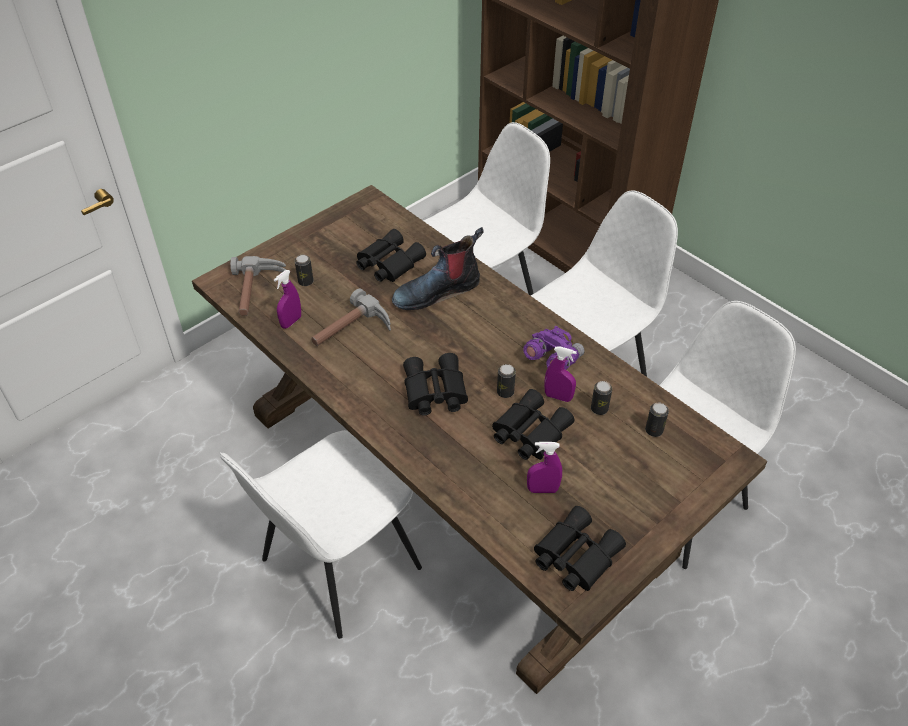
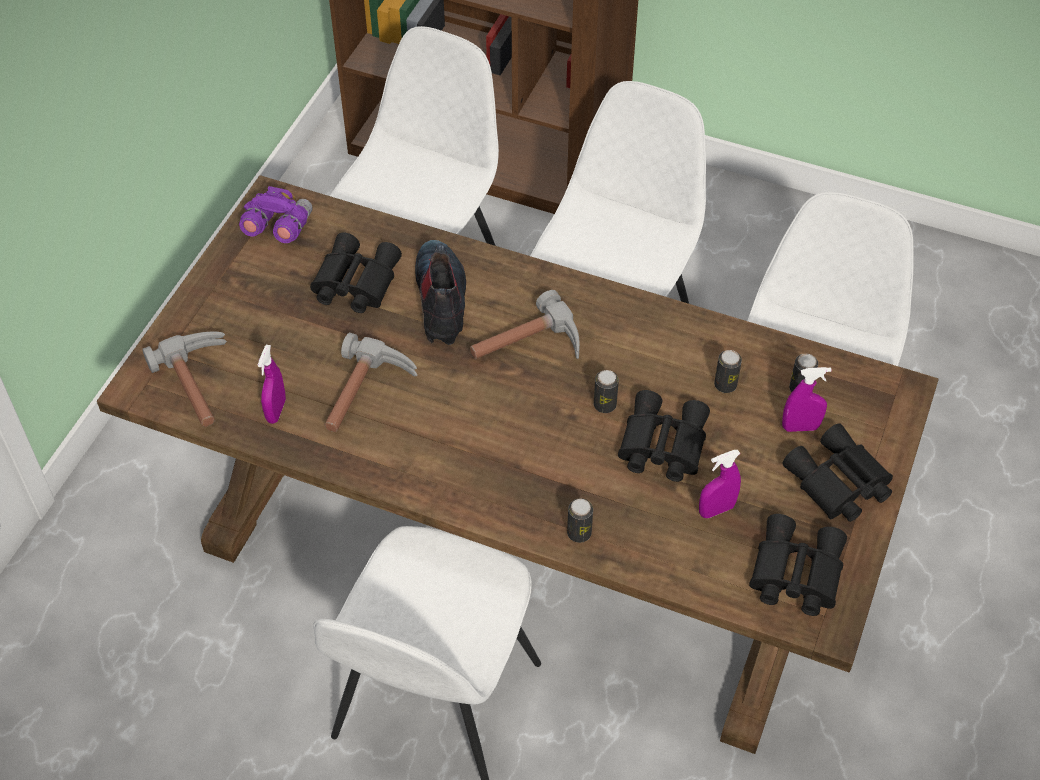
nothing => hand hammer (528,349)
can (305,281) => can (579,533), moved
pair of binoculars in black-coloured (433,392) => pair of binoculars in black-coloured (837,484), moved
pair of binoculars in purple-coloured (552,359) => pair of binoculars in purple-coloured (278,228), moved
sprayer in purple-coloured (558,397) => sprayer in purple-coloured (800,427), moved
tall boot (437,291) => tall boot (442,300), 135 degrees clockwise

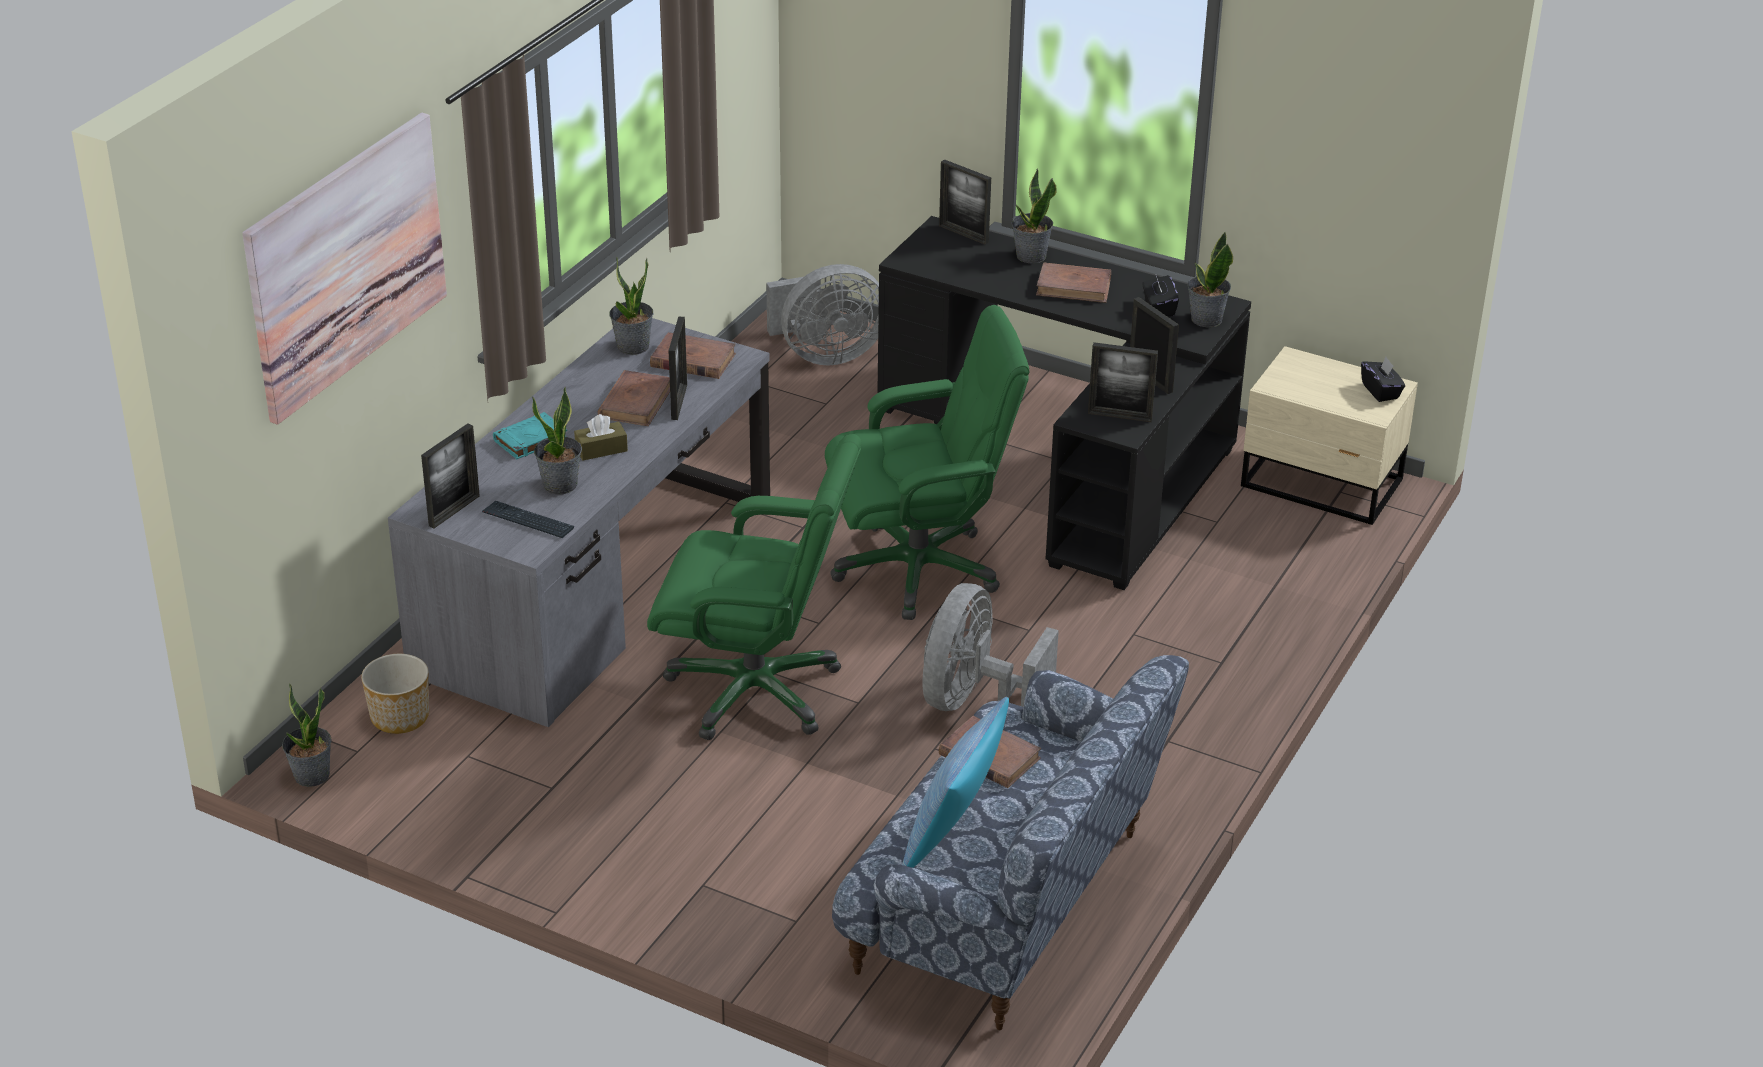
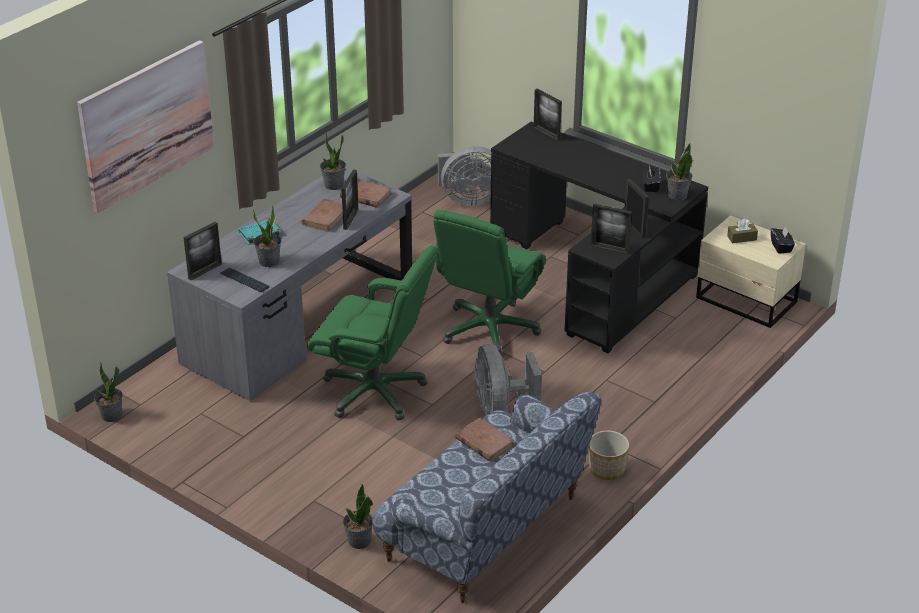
pillow (953,839) => nothing
book in brownish (1074,287) => nothing
flower pot (400,717) => flower pot (607,469), moved
box of tissues in brownish (601,449) => box of tissues in brownish (742,238), moved
plant in a pot (1030,256) => plant in a pot (359,541), moved
office chair in greenish (919,569) => office chair in greenish (489,330), 120 degrees clockwise
electric fan in grey (973,699) => electric fan in grey (500,409), 45 degrees counterclockwise

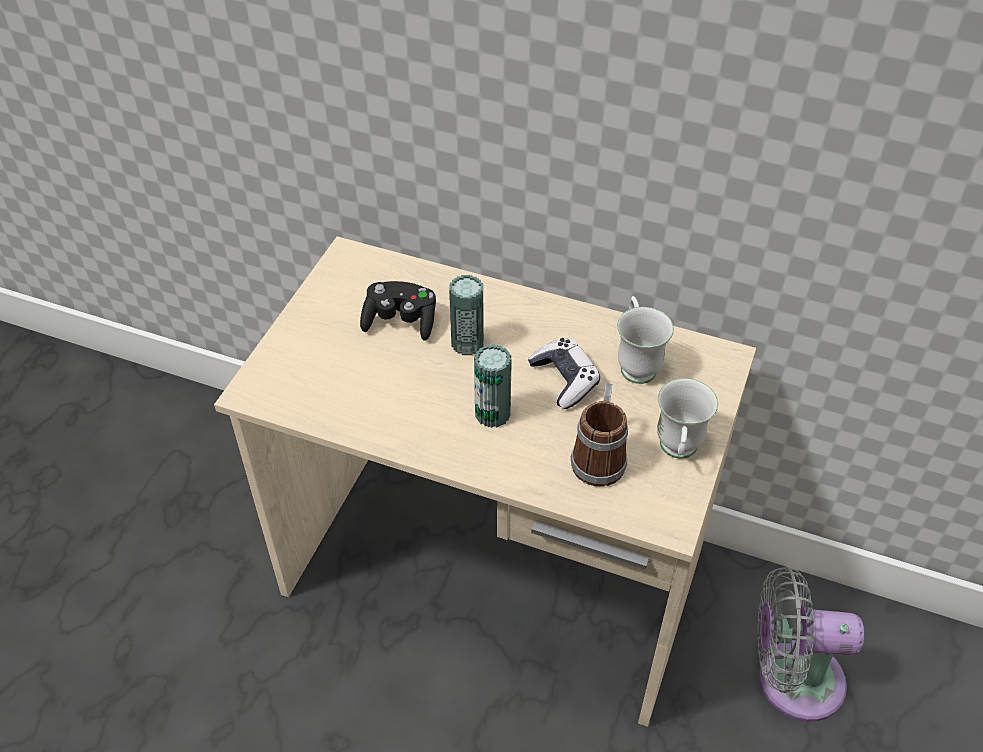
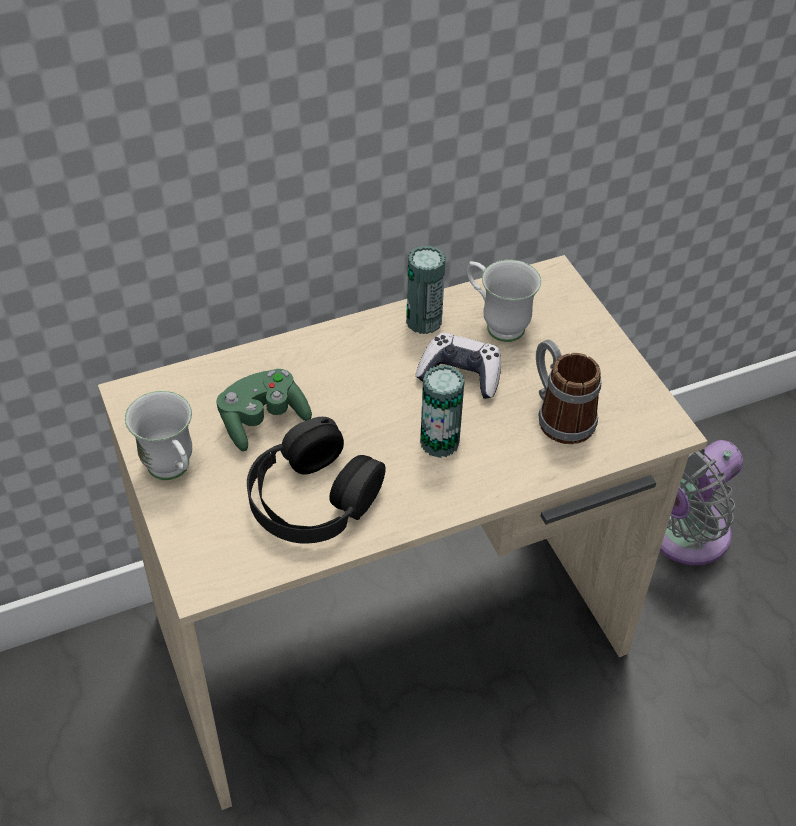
nothing => pair of headphones in black-coloured (312,497)
can (467,343) => can (424,321), moved
coffee mug in white-coloured (677,452) => coffee mug in white-coloured (173,472), moved
gamepad in black-coloured (400,322) => gamepad in greenish (263,420)

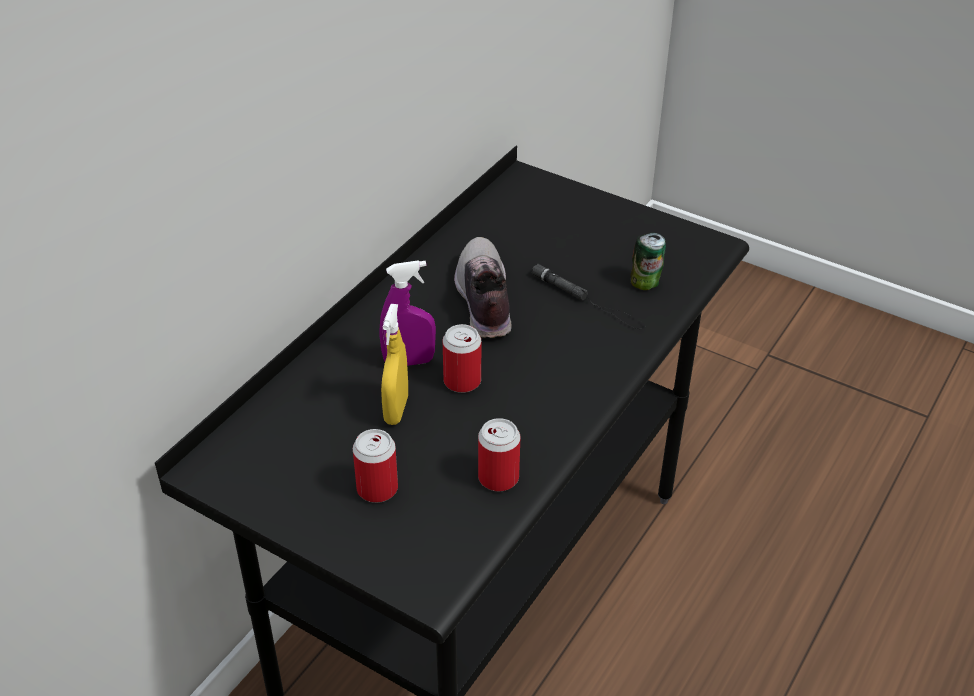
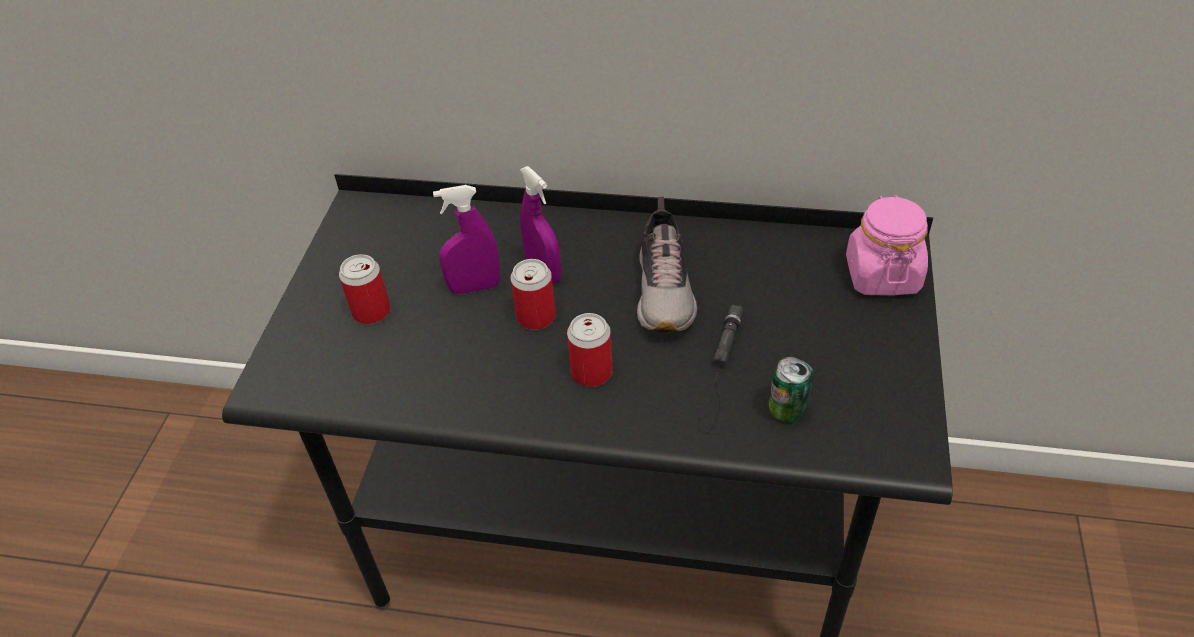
nothing => preserve jar in pinkish (882,274)
can (498,477) => can (591,372), moved
sprayer in yellow (396,410) => sprayer in purple-coloured (474,287)
item of footwear (483,300) => item of footwear (665,290), 120 degrees clockwise

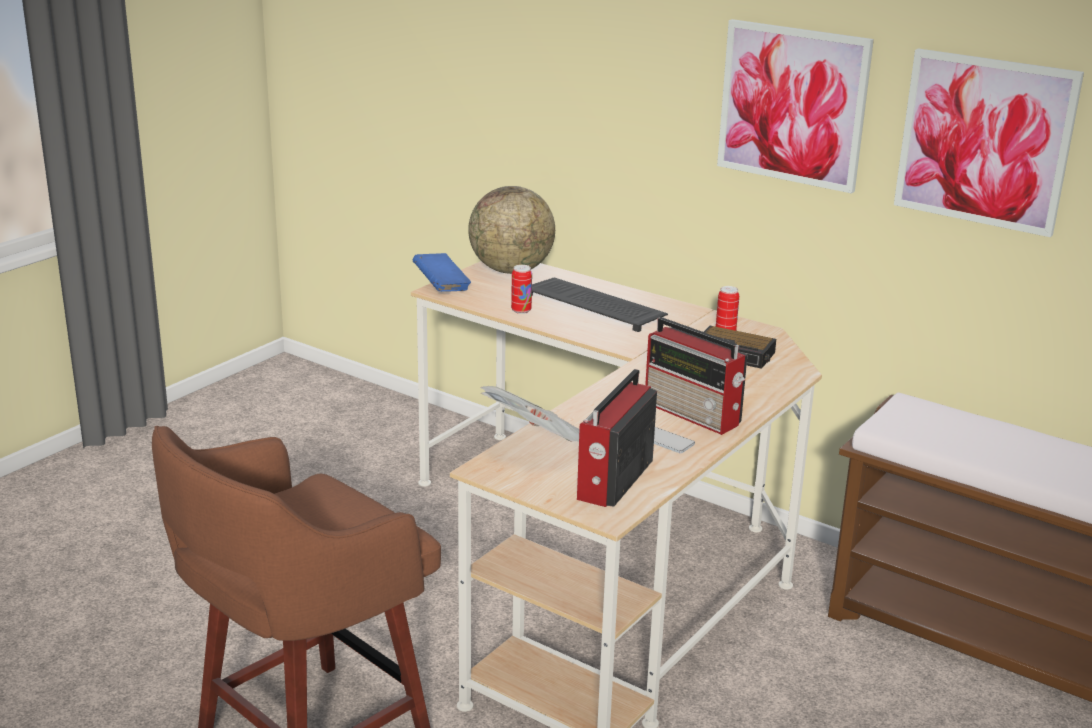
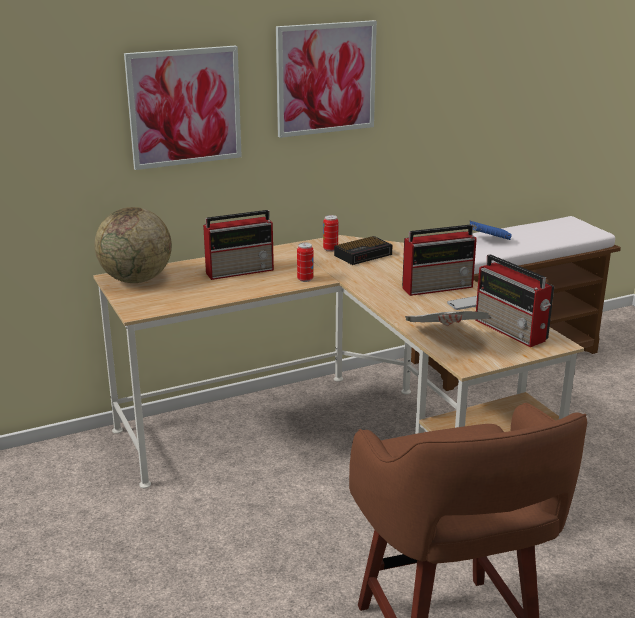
book in blue-coloured (441,286) => book in blue-coloured (488,240), moved
can (521,310) => can (305,279), moved
wall picture (985,141) => wall picture (184,107), moved
PC keyboard (596,306) => radio set (241,271)

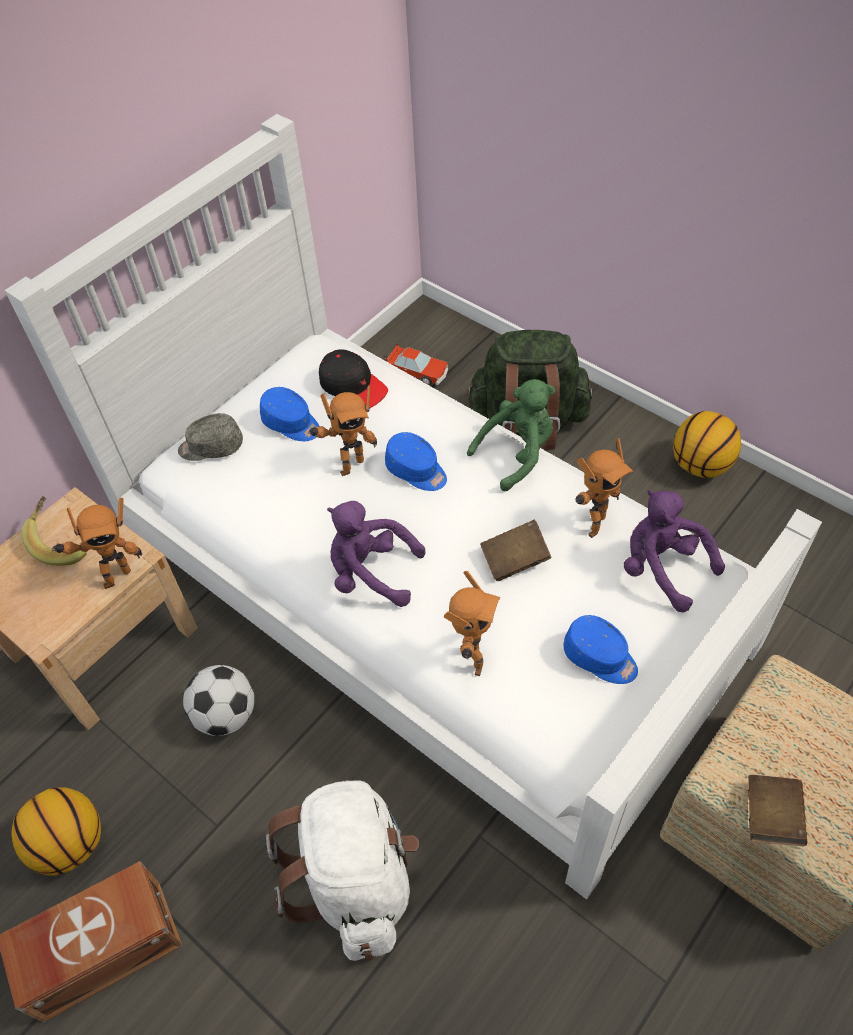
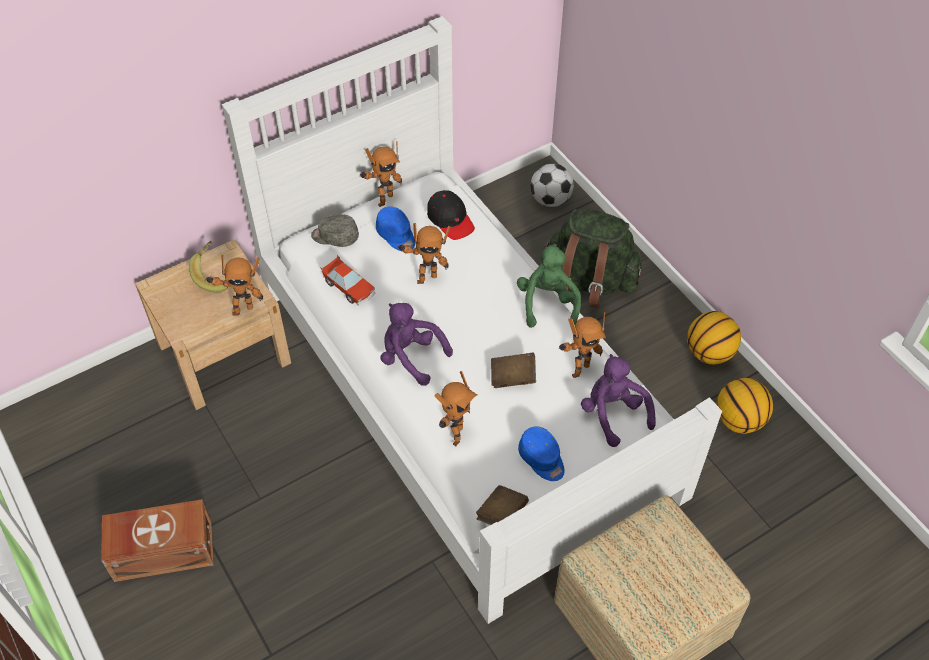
knapsack in white-coloured (356,880) => nothing
peaked cap in blue-coloured (417,471) => nothing
nothing => toy robot (383,199)
ball for basketball (70,844) => ball for basketball (739,420), moved
football (226,714) => football (550,200), moved
miniature car (418,372) => miniature car (349,287), moved
book in brownish (771,817) => book in brownish (501,513), moved
soft toy in greenish (517,453) => soft toy in greenish (547,303), 75 degrees counterclockwise

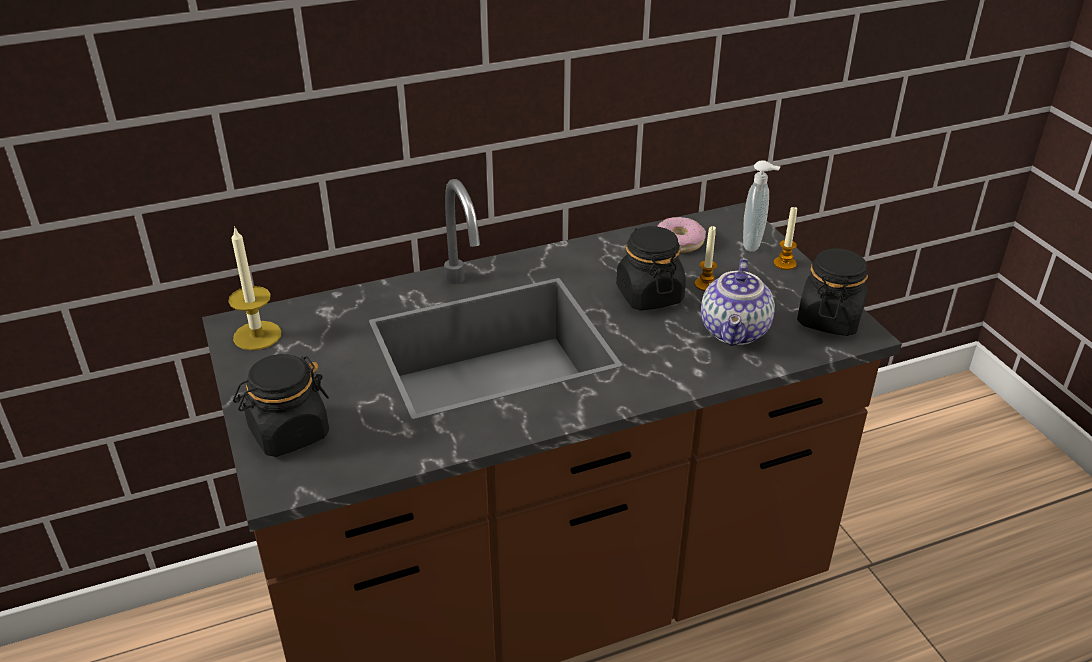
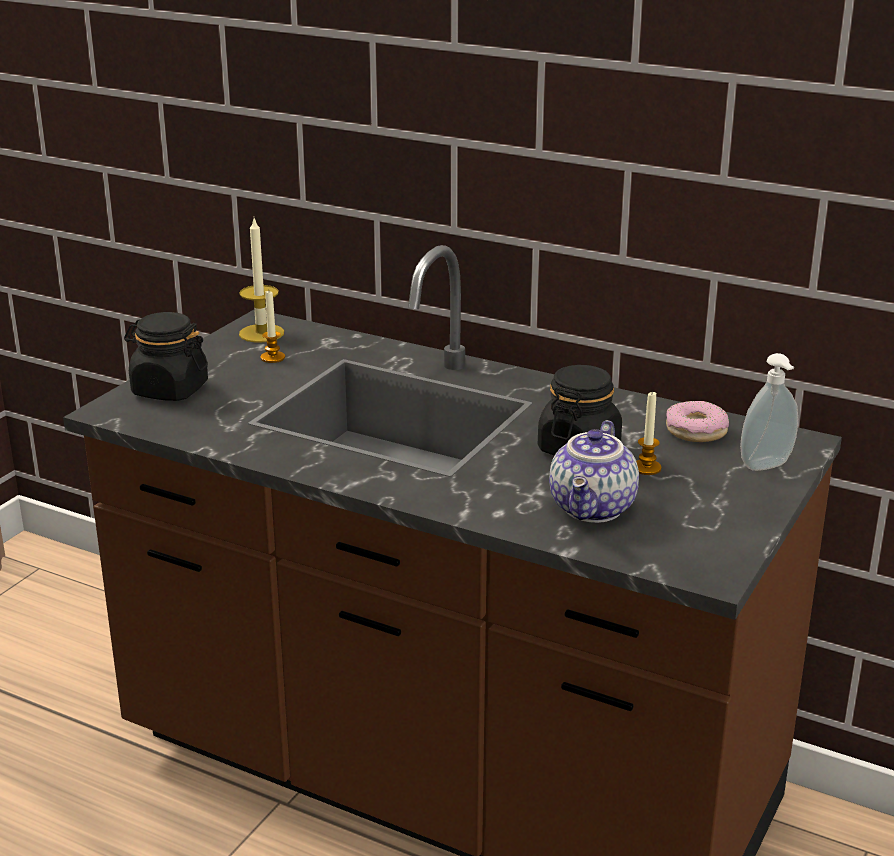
preserve jar in black-coloured (829,319) => nothing
wax candle (784,264) => wax candle (272,358), moved
pot for tea (736,332) => pot for tea (594,509), 45 degrees counterclockwise

